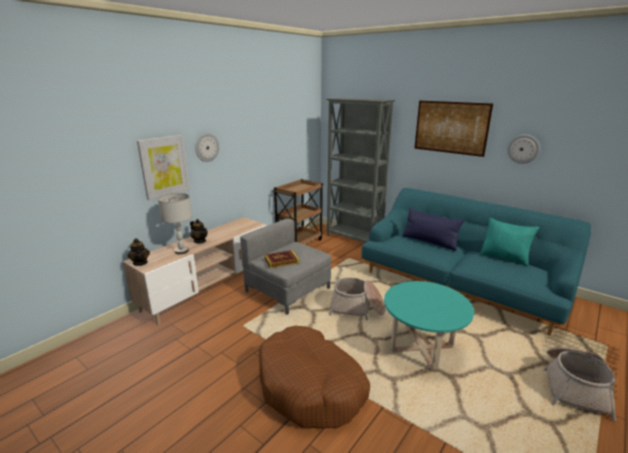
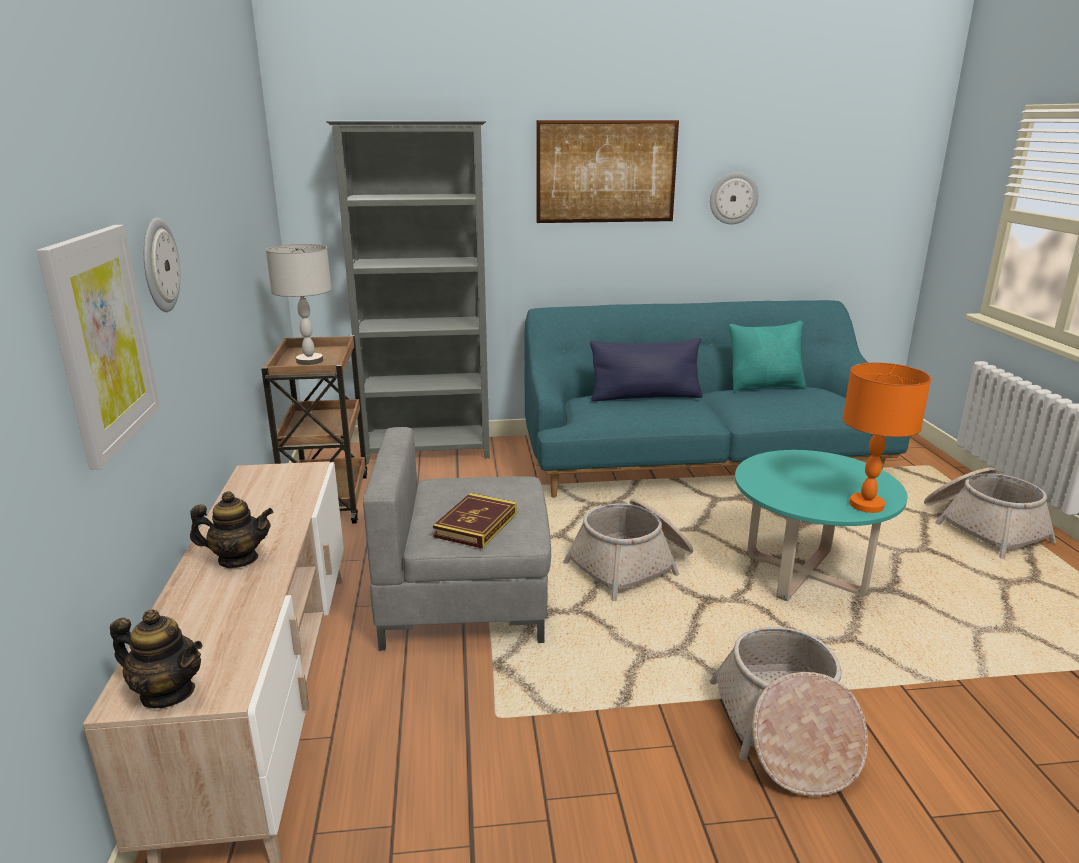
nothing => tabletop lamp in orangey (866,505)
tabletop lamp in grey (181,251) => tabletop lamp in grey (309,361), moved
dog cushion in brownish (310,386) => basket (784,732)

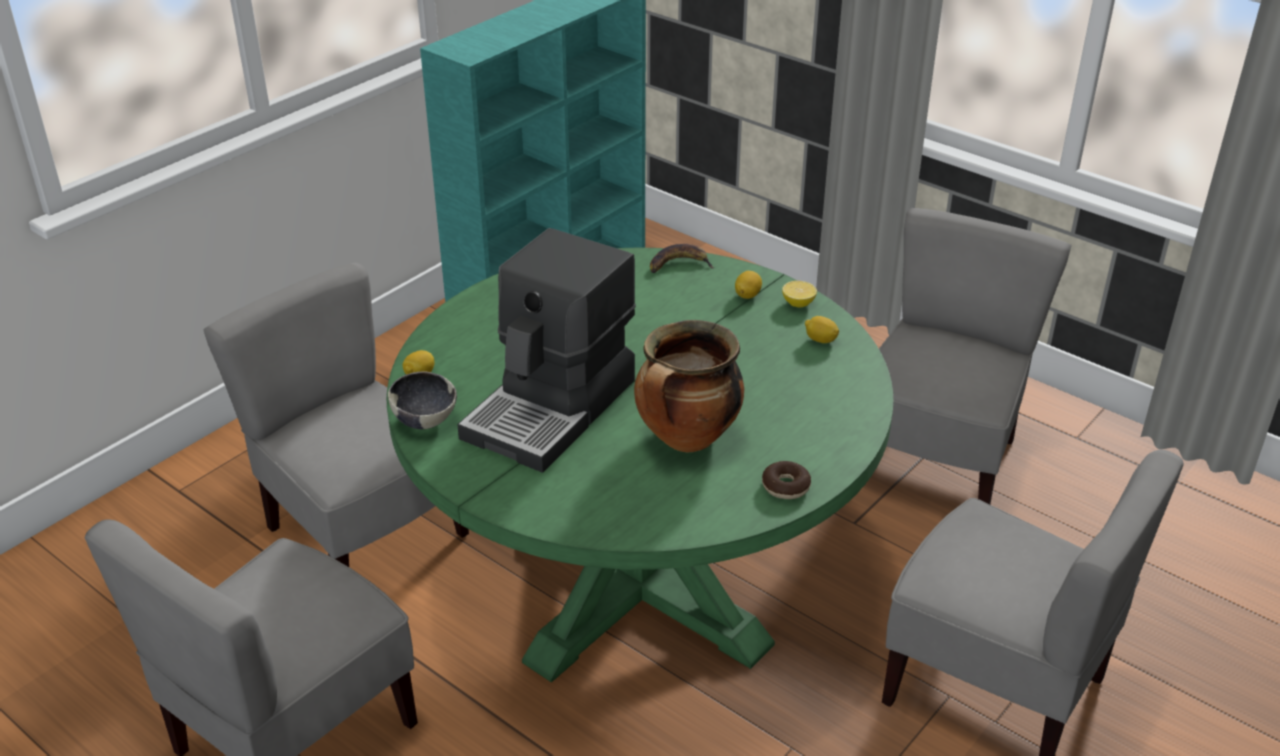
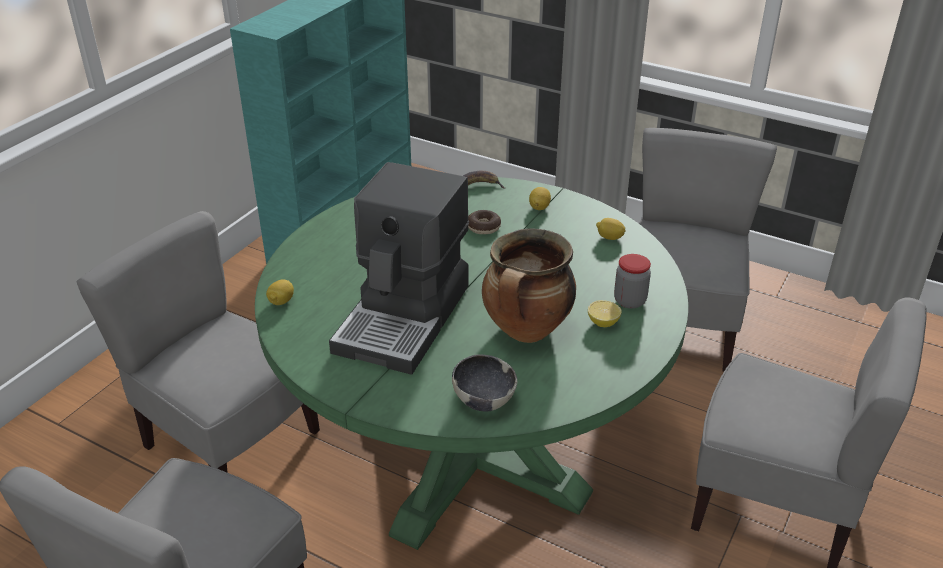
nothing => preserve jar (629,301)
serving bowl (425,420) => serving bowl (484,400), moved
doughnut (785,486) => doughnut (483,227), moved
citrus fruit (798,303) => citrus fruit (603,322), moved

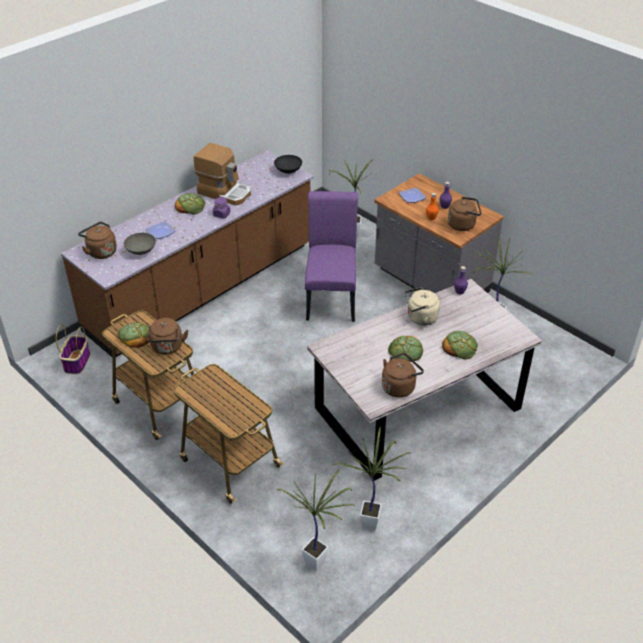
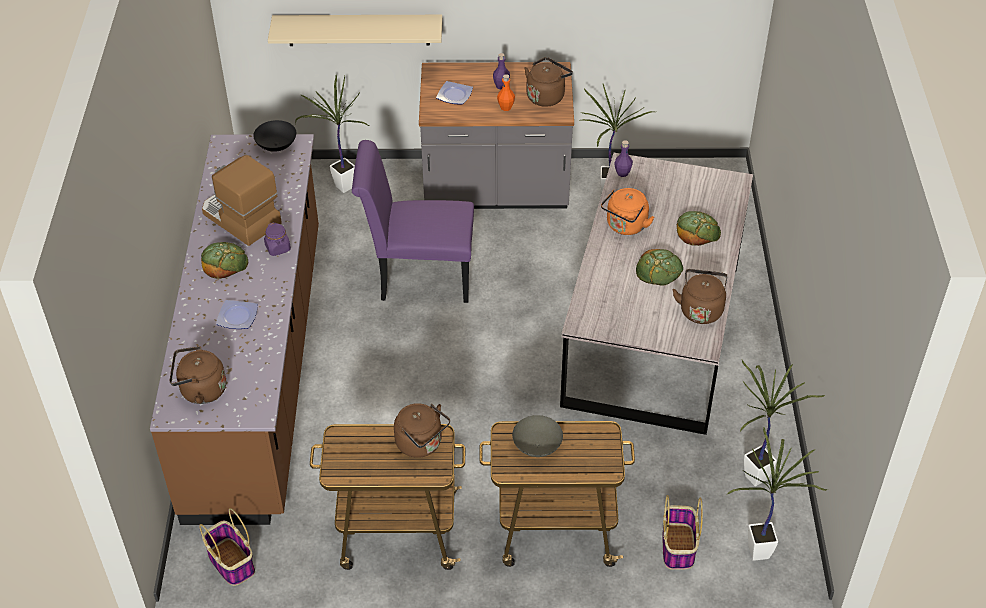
bakery bread (136,336) => nothing
nothing => wall shelf in beige-coloured (358,30)
nothing => basket (678,547)
serving bowl in grey (141,251) => serving bowl in grey (537,446), moved
tea kettle in beige-coloured (420,318) => tea kettle in orangey (625,226)
coffee maker (225,192) => coffee maker (240,218), 120 degrees counterclockwise
upright chair in purple-coloured (331,297) => upright chair in purple-coloured (418,277), 45 degrees counterclockwise

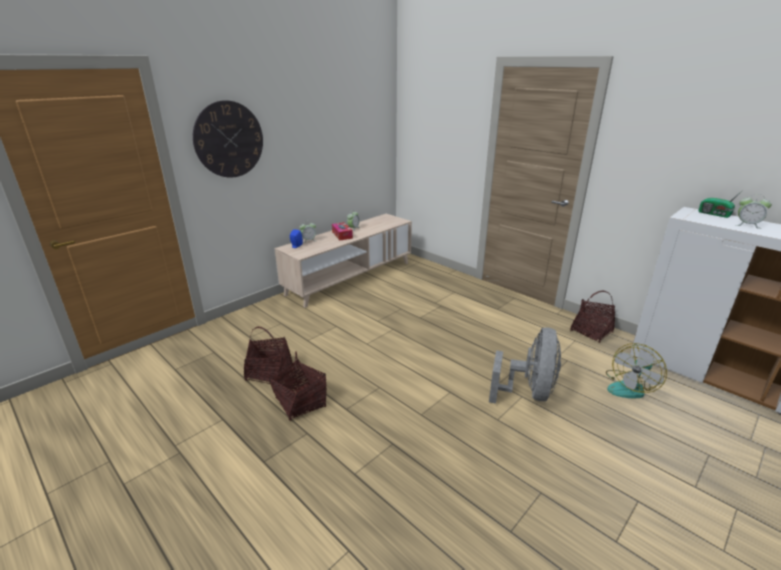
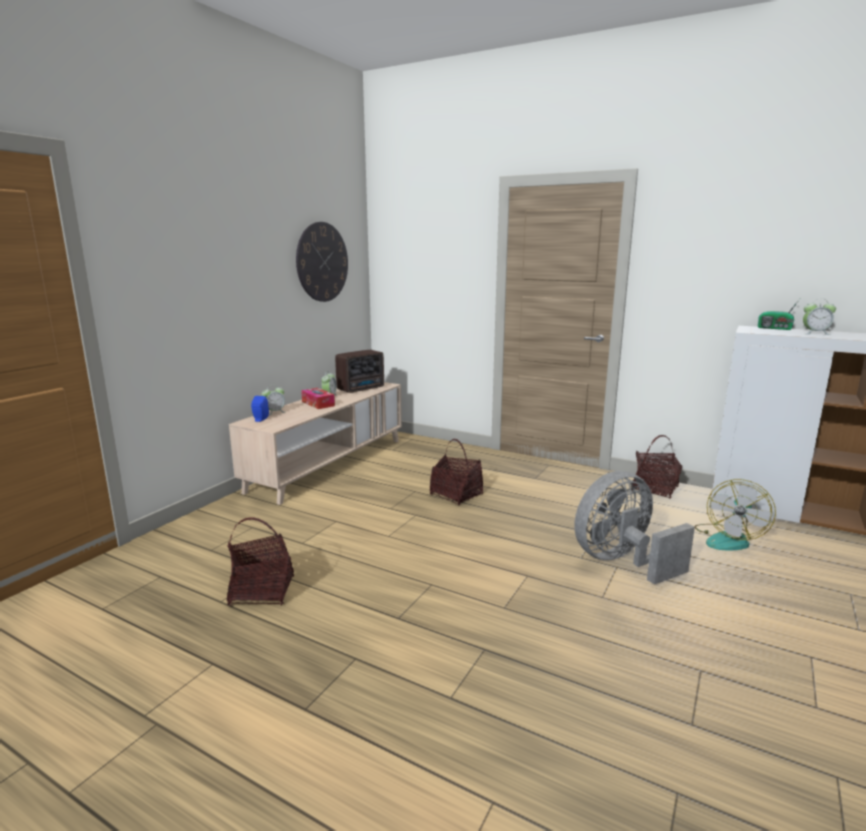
nothing => radio set (362,389)
wall clock (229,139) => wall clock (322,262), moved
basket (300,403) => basket (456,495), moved
electric fan in grey (528,392) => electric fan in grey (621,561), 120 degrees counterclockwise

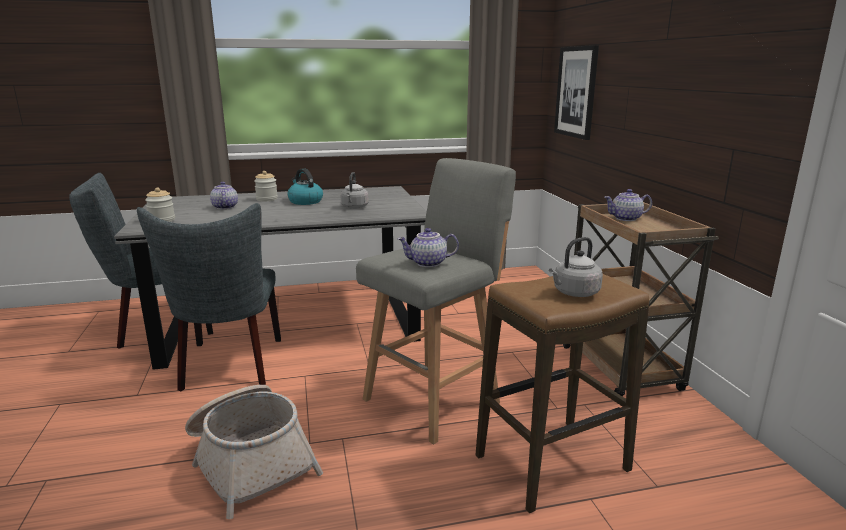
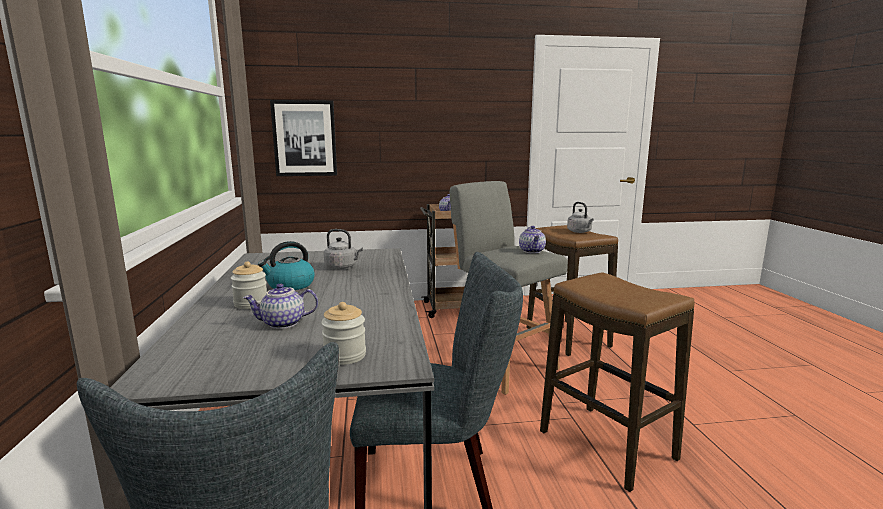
basket (250,461) => stool (606,445)

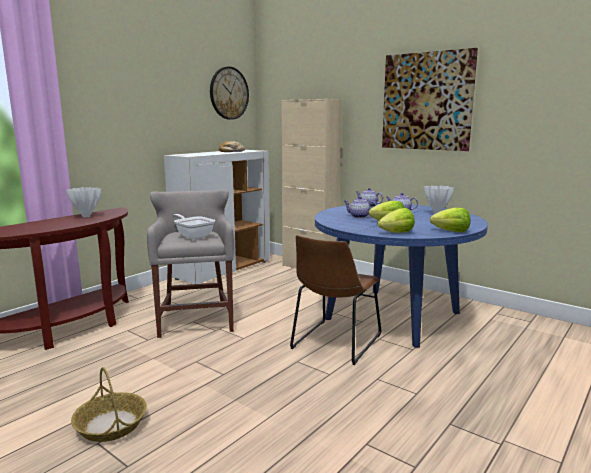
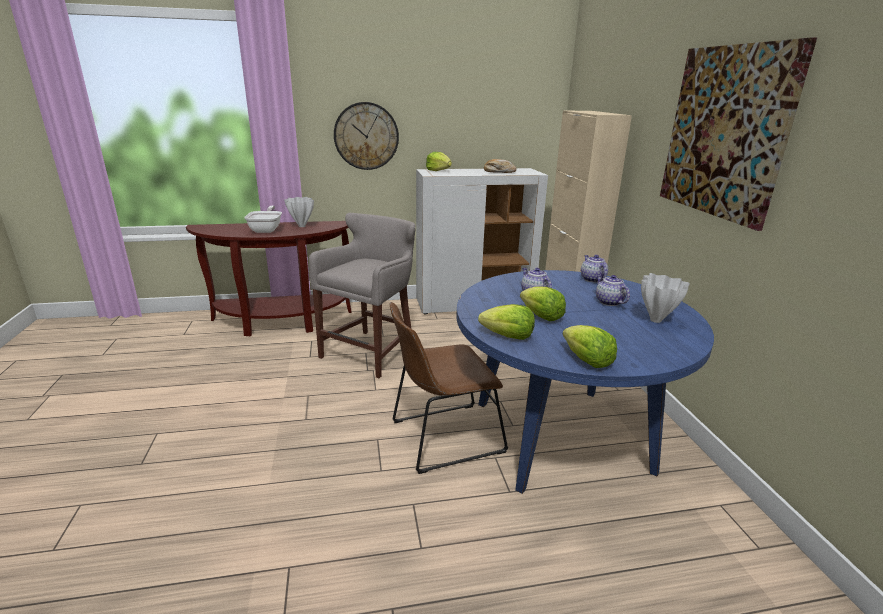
basket (110,424) => nothing
nothing => lettuce (438,171)
pan (193,236) => pan (267,229), moved
wall clock (229,93) => wall clock (366,136), moved

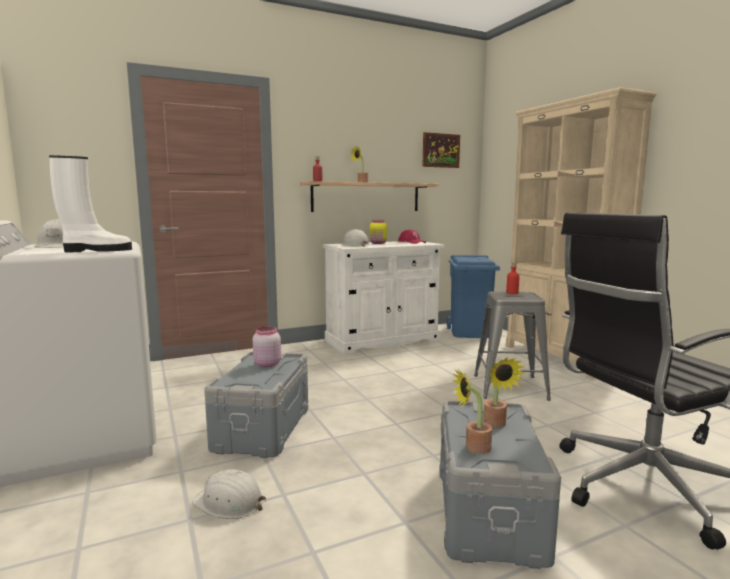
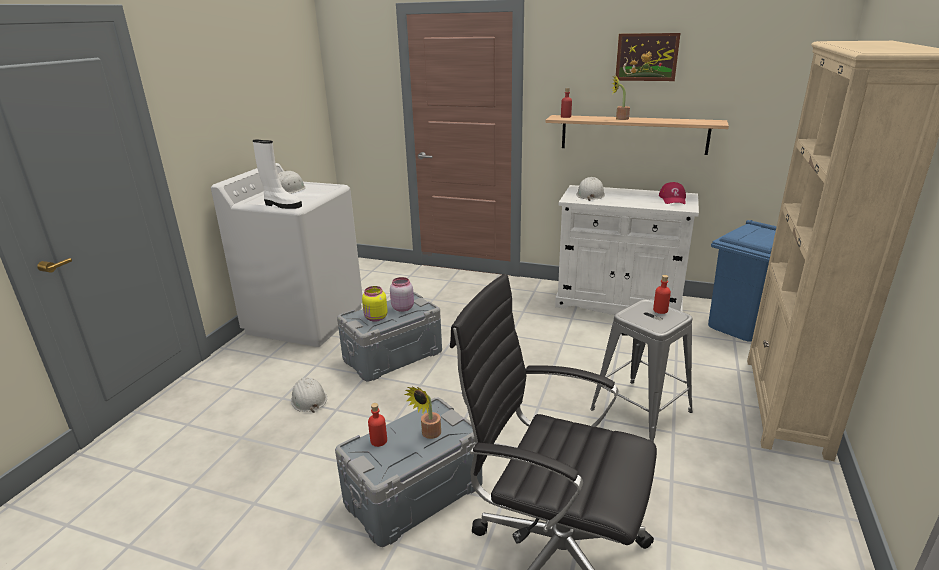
preserve jar in yellow (378,243) => preserve jar in yellow (375,318), moved
wall picture (441,150) => wall picture (646,57), moved
plant in a pot (473,448) => beverage bottle in red (378,441)

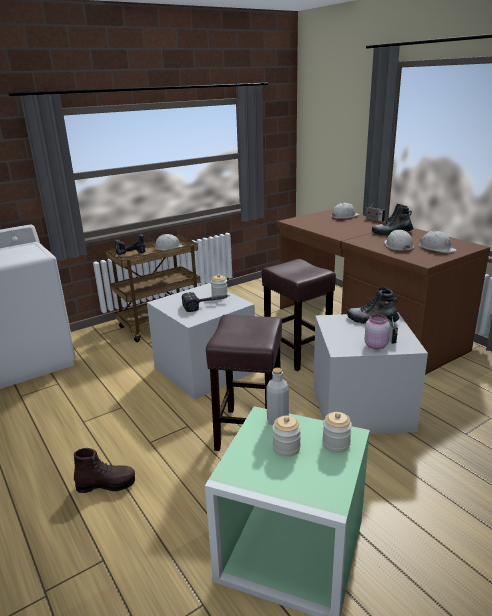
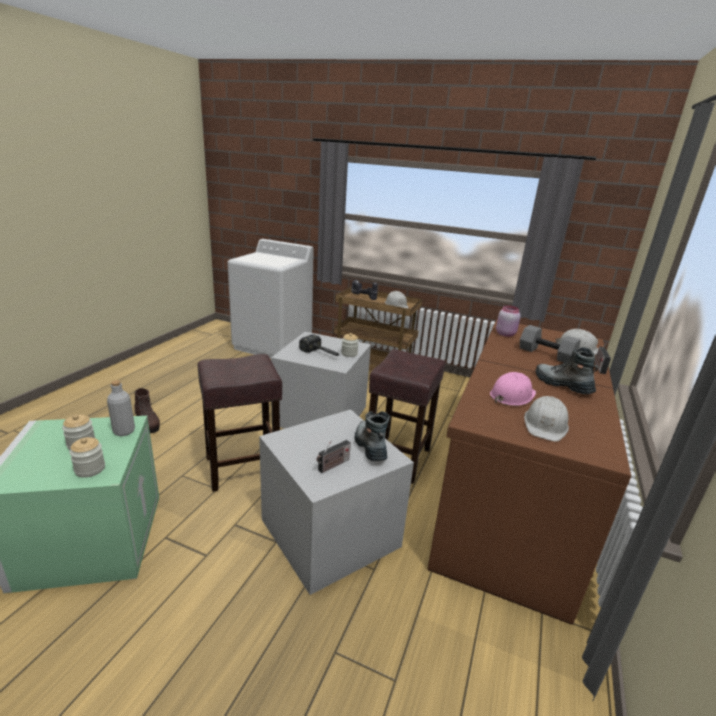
nothing => free weight in grey (545,354)
preserve jar in pinkish (375,345) => preserve jar in pinkish (505,334), moved
hard hat in white-coloured (398,246) => hard hat in pinkish (512,395)

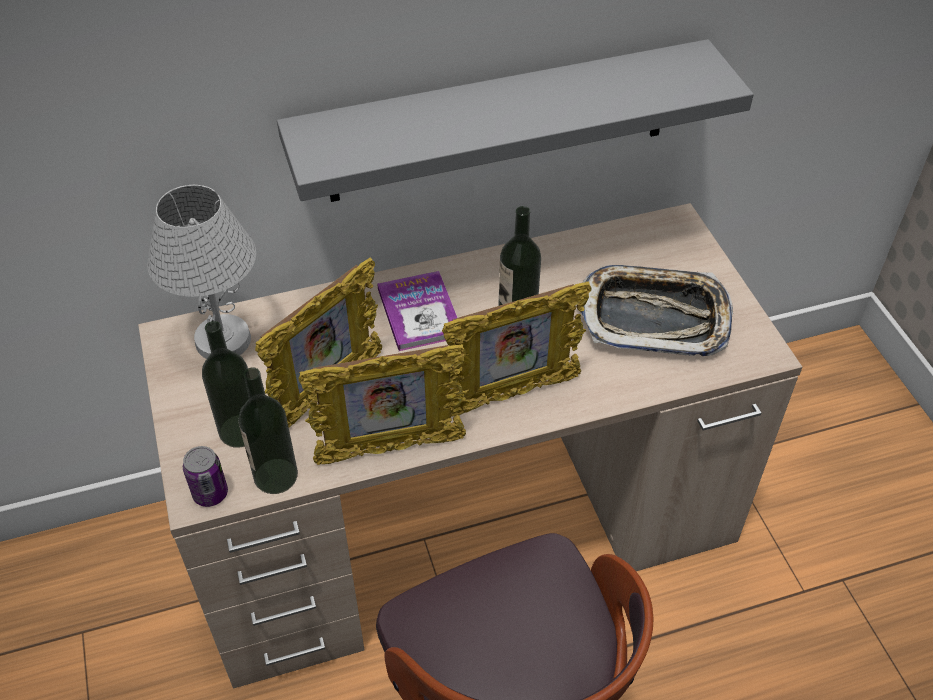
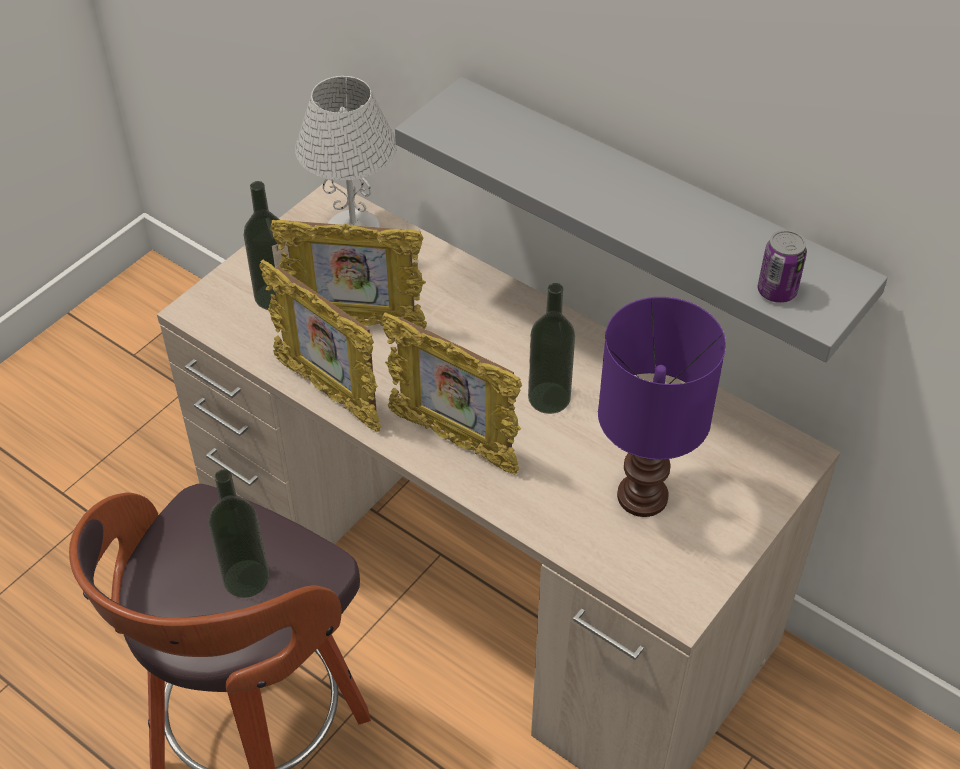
book (419,313) => nothing
can (210,493) => can (776,291), moved
beverage bottle (275,476) => beverage bottle (246,578), moved
serving tray (654,317) => tabletop lamp in purple-coloured (644,497)

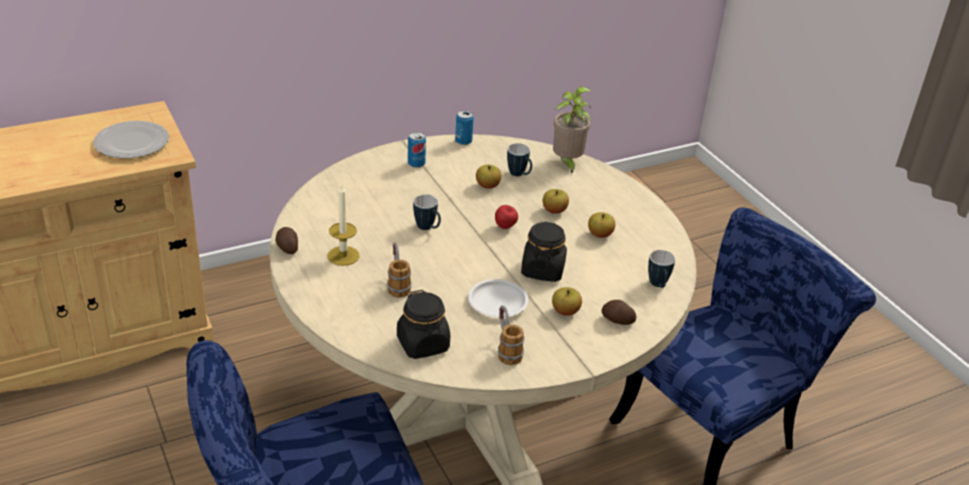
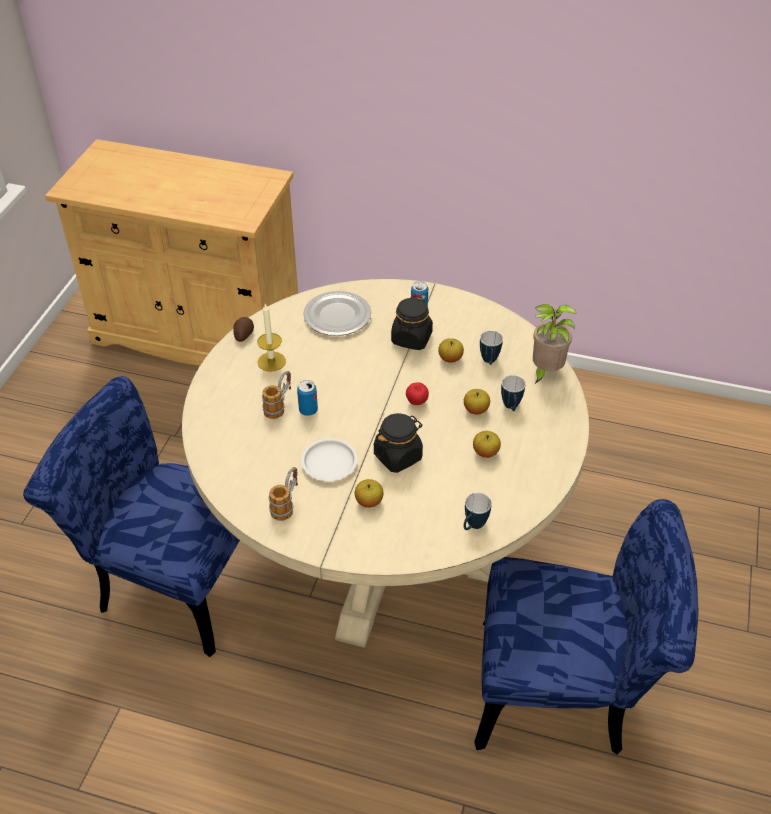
spud (617,320) => nothing
plate (133,143) => plate (338,316), moved
preserve jar in black-coloured (423,344) => preserve jar in black-coloured (411,339), moved
coffee mug (428,228) => coffee mug (511,407), moved
can (463,141) => can (308,410), moved

